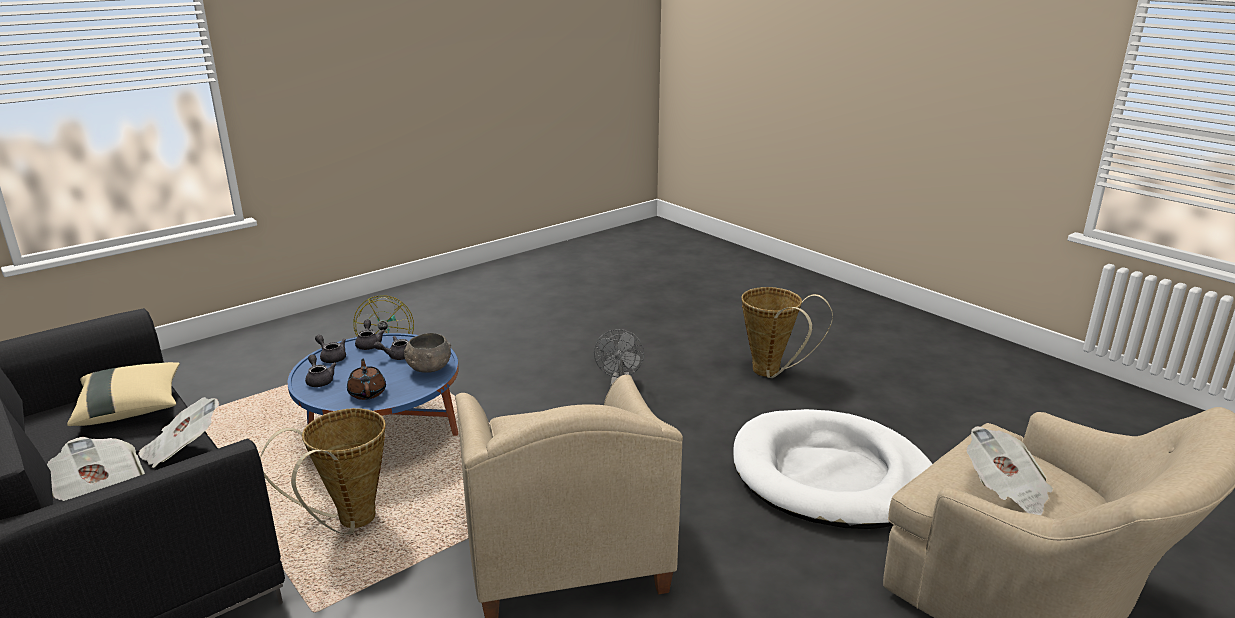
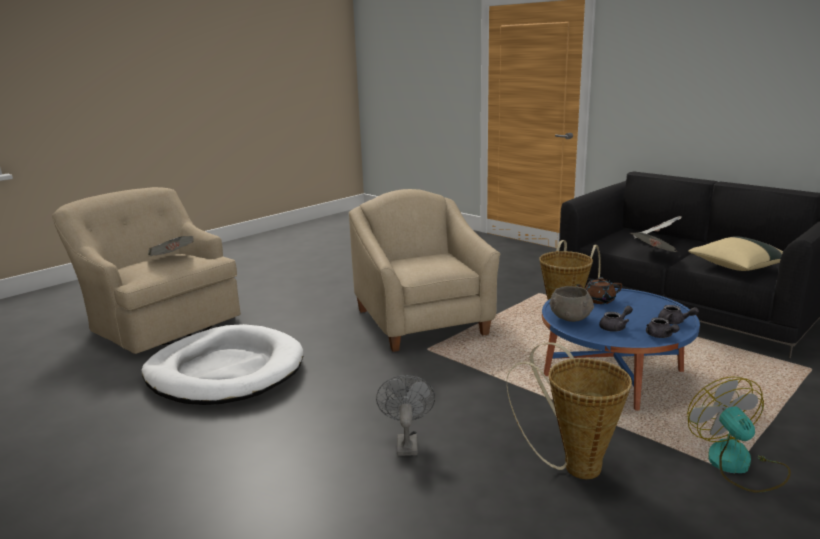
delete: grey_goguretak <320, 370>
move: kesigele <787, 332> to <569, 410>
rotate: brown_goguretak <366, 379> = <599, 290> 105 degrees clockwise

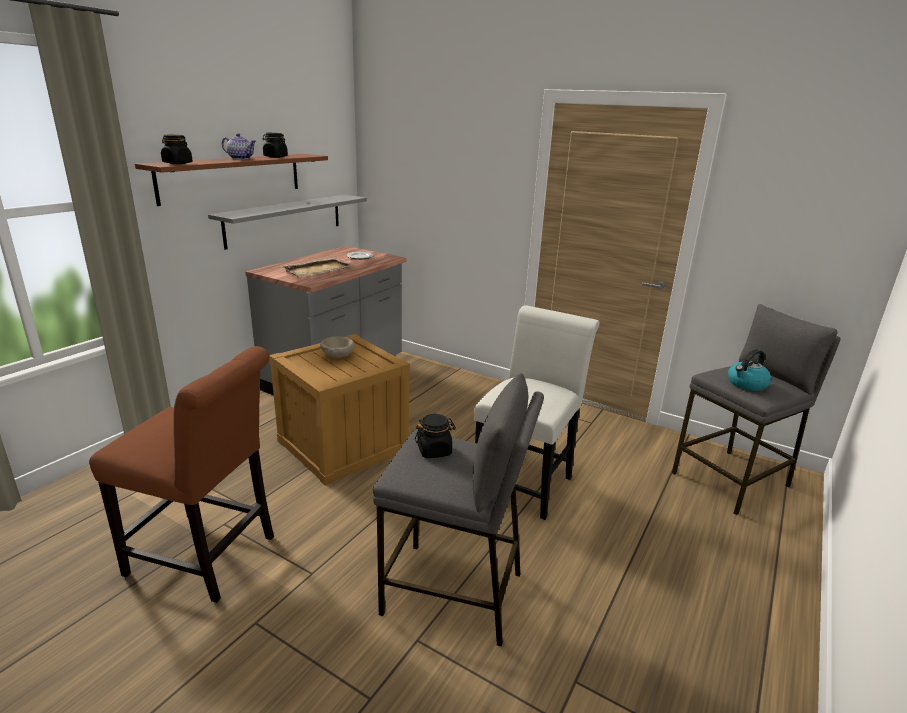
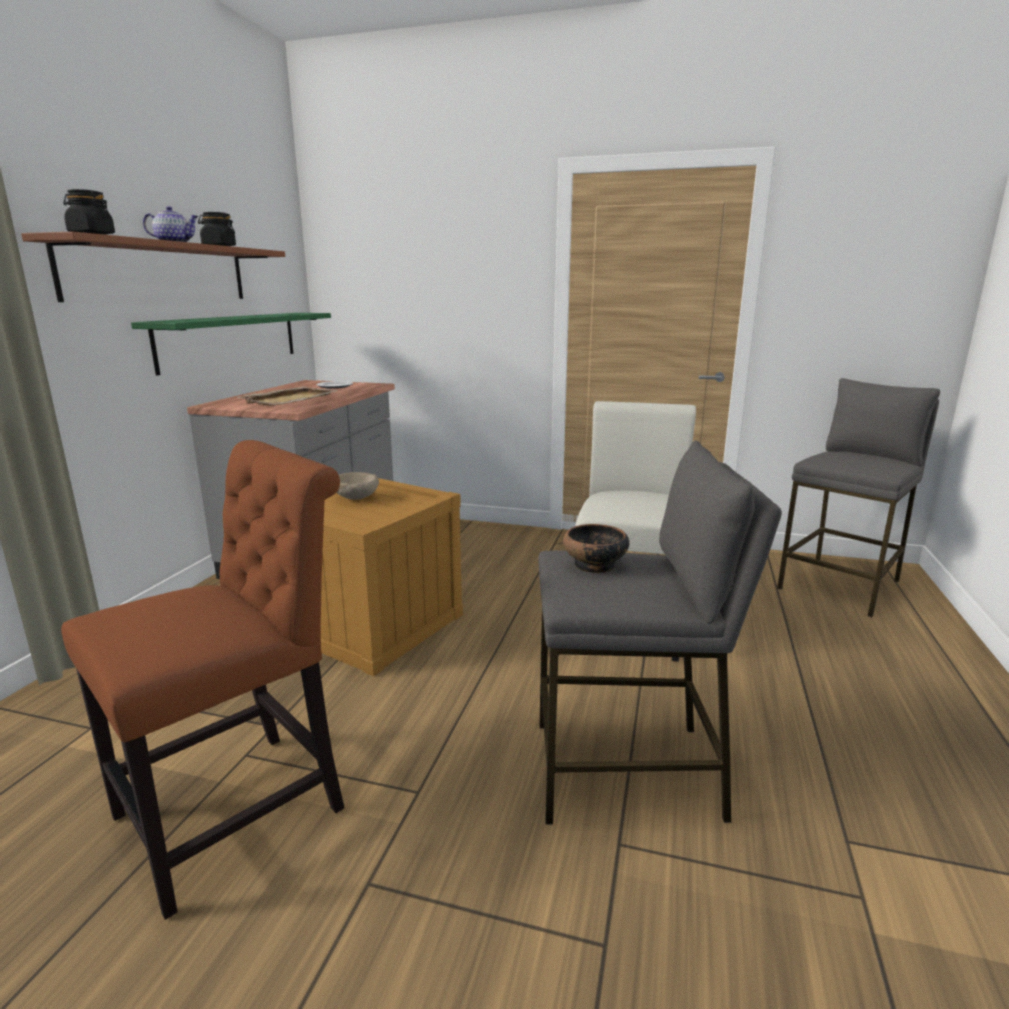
delete: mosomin <749, 370>
replace: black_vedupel <435, 436> to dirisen <596, 548>
recolor: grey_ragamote <287, 222> to green_ragamote <231, 344>
rotate: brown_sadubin <181, 474> = <202, 680> 45 degrees counterclockwise

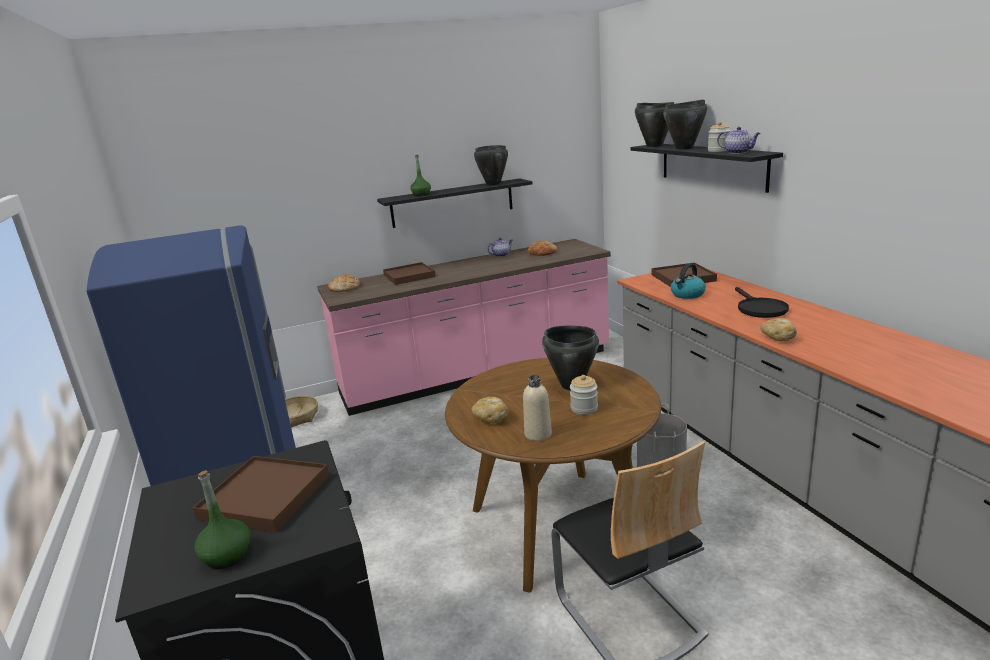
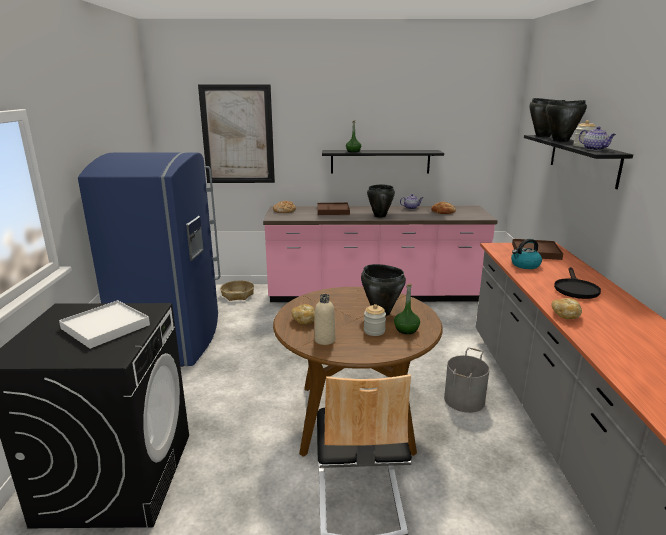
insert: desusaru <236, 133>
move: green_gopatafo <222, 519> to <407, 309>; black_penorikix <491, 165> to <381, 201>
recolor: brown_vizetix <261, 494> to white_vizetix <104, 324>

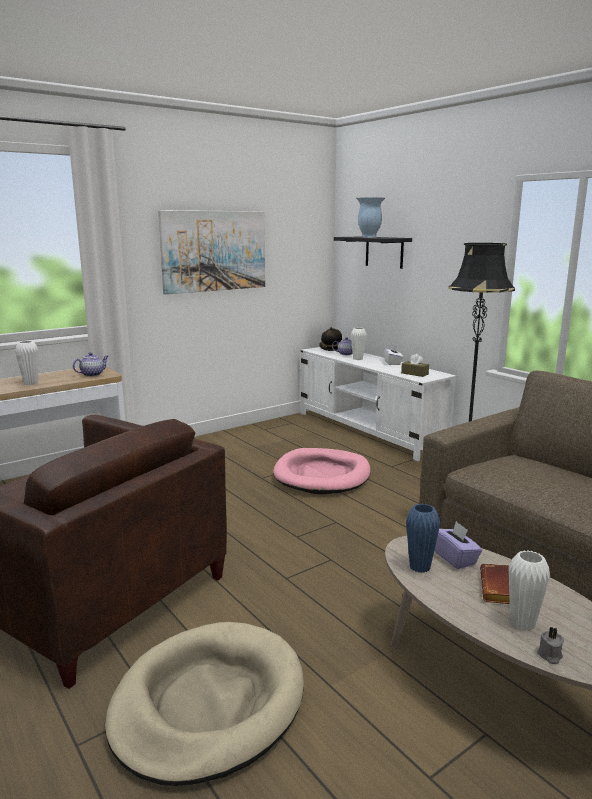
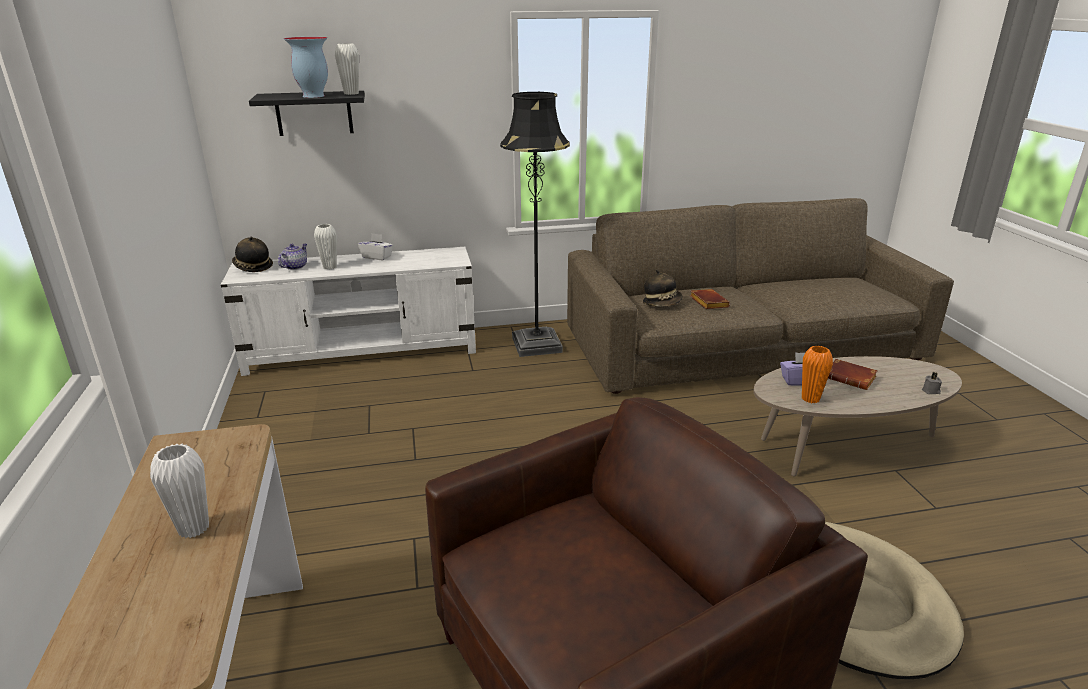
delete: goguretak <90, 364>; desusaru <211, 252>; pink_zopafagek <322, 471>; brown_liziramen <415, 365>
insert: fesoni <663, 288>; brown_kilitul <710, 299>
move: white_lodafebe <529, 590> to <347, 69>
recolor: blue_lodafebe <423, 538> to orange_lodafebe <817, 374>

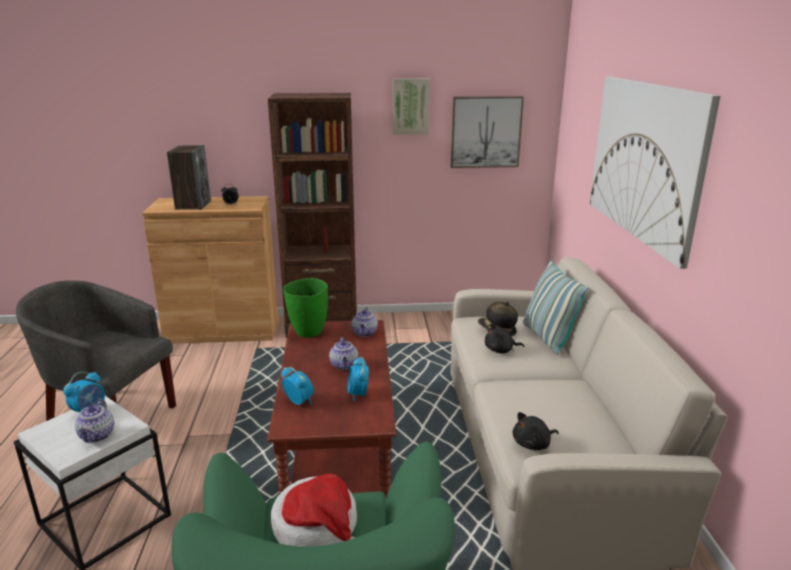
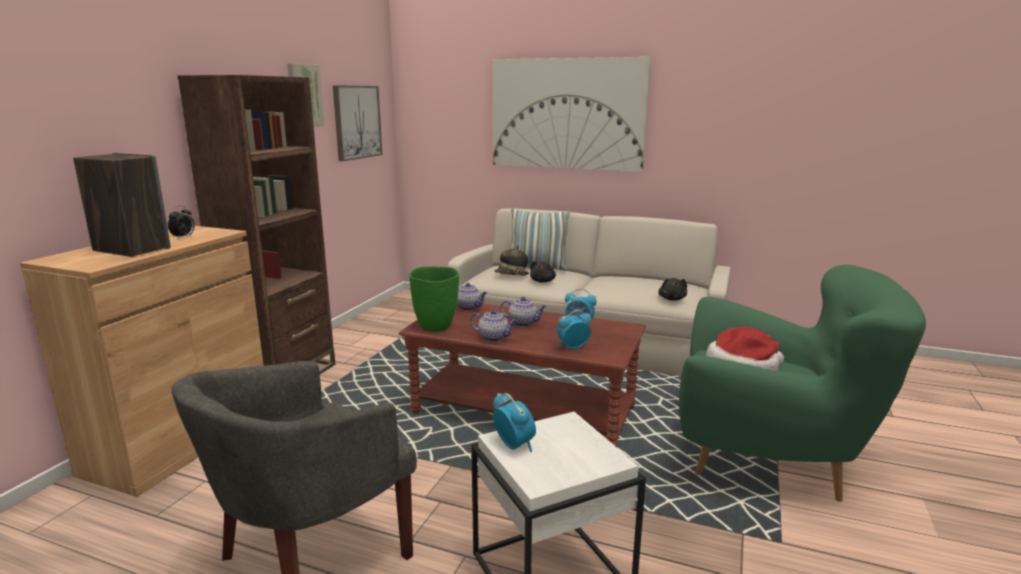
move: goguretak <94, 421> to <493, 326>

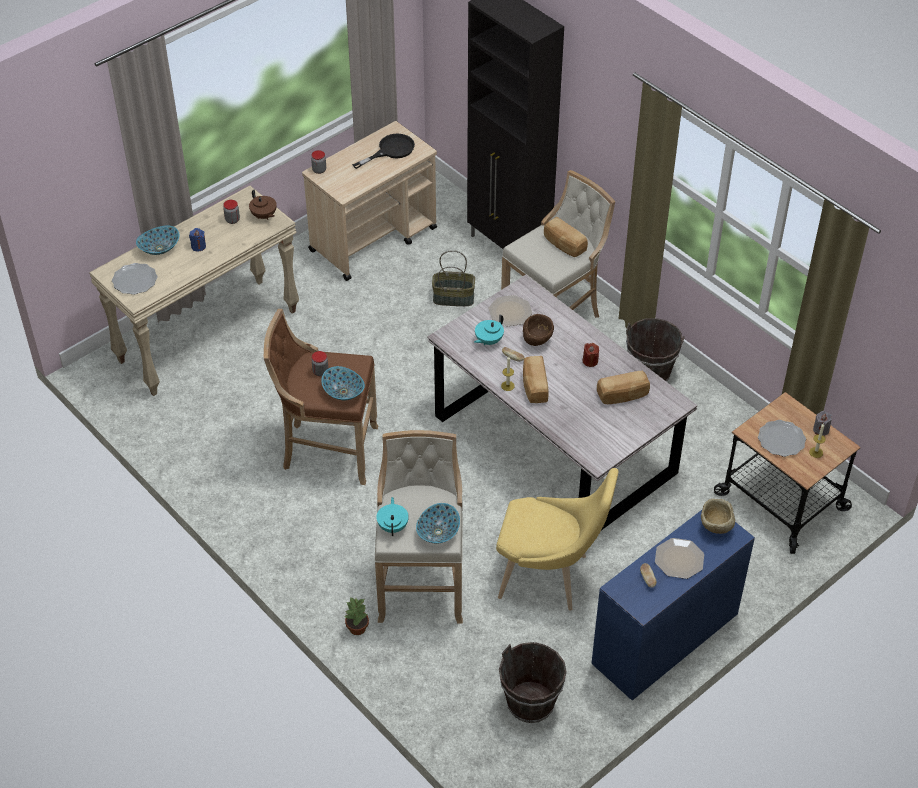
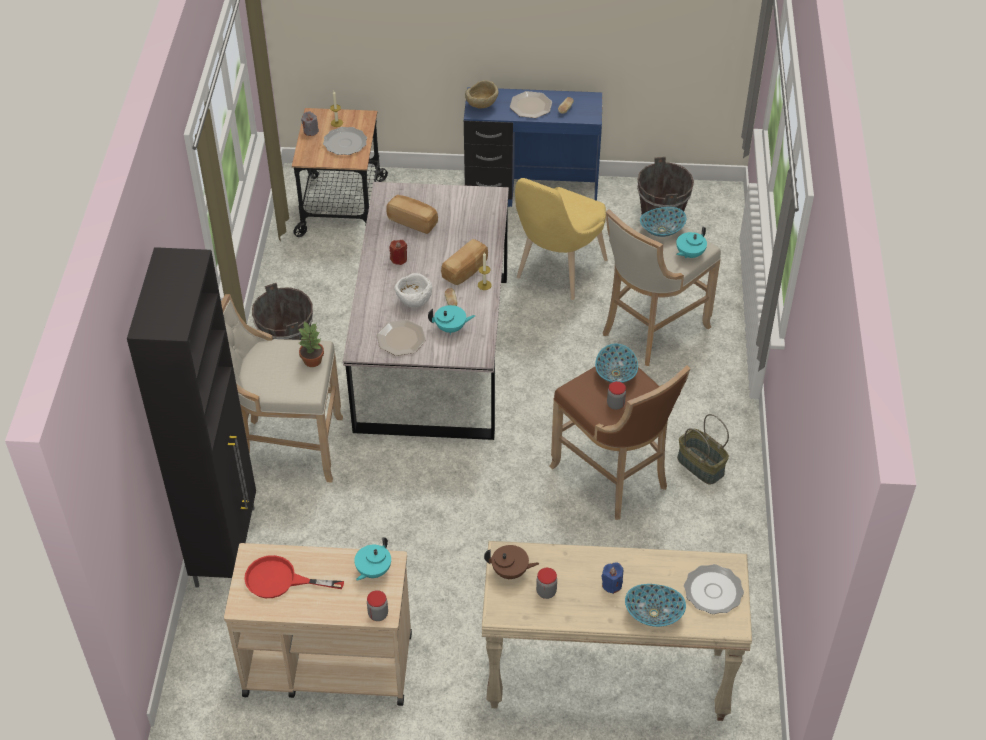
delete: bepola <566, 237>
insert: turquoise_goguretak <372, 559>
move: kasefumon <356, 616> to <311, 344>; kesigele <453, 278> to <703, 449>
recolor: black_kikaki <383, 151> to red_kikaki <294, 576>; brown_dirisen <538, 330> to white_dirisen <413, 290>
rotate: brown_goguretak <263, 204> = <511, 562> 90 degrees clockwise; yellow_sadubin <557, 539> = <561, 239> 120 degrees counterclockwise

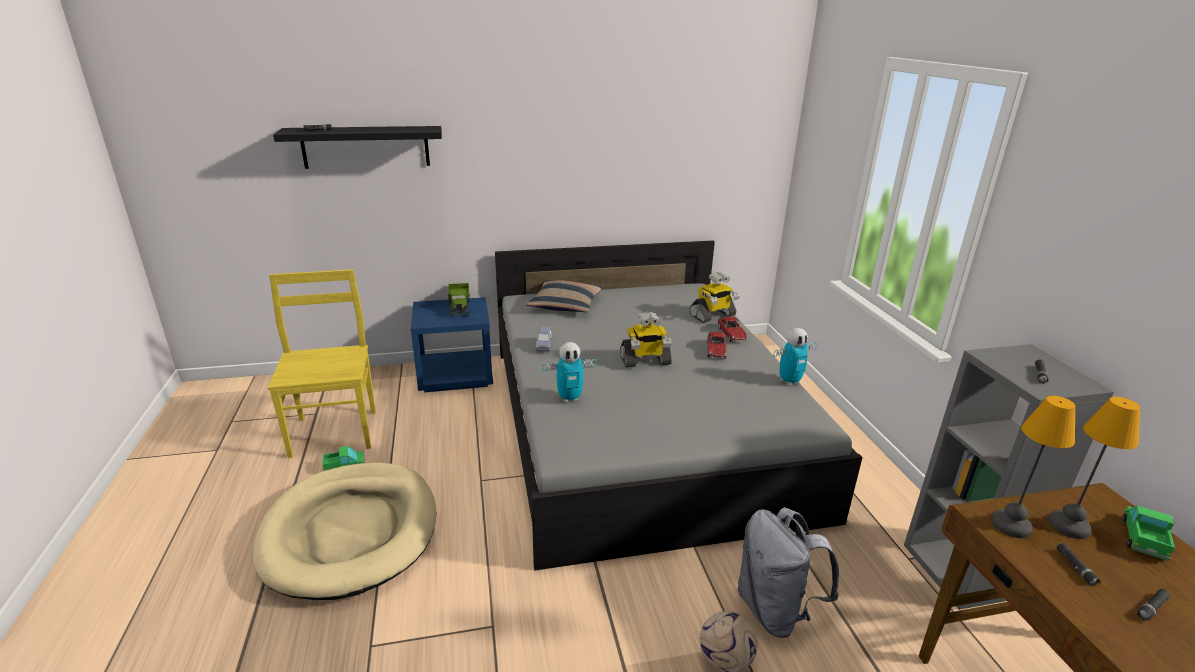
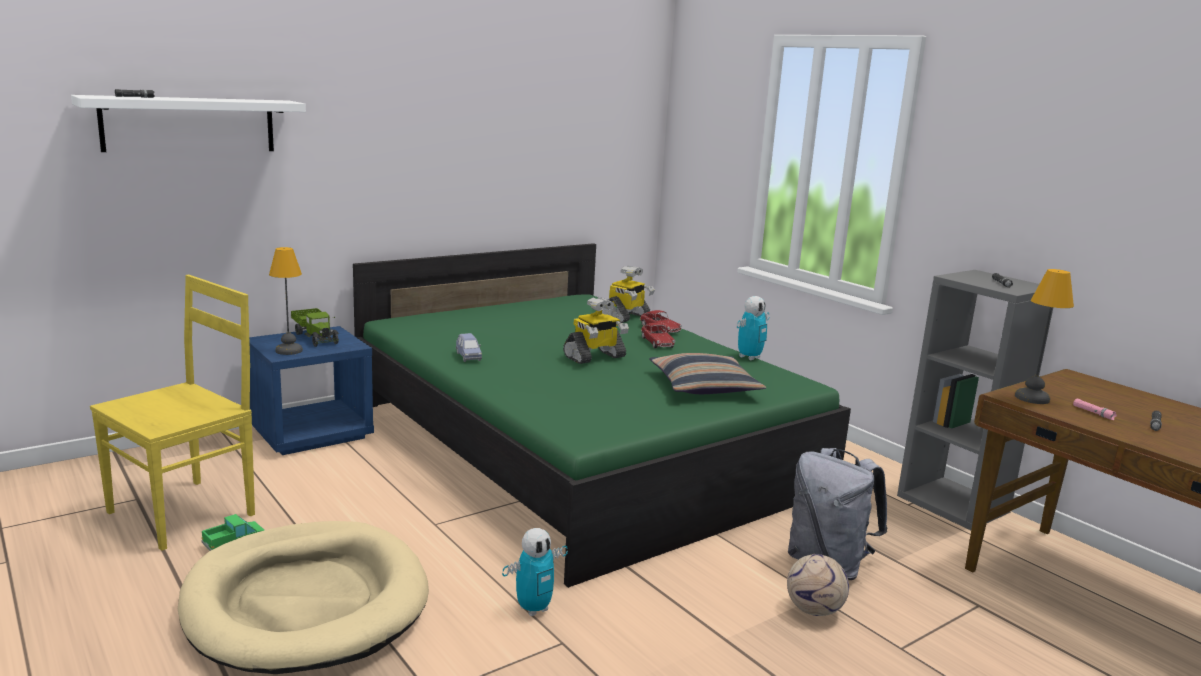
delete: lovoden <1148, 533>
move: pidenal <564, 296> to <708, 373>; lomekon <570, 372> to <535, 572>; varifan <1094, 468> to <286, 301>
recolor: black_ragamote <357, 147> to white_ragamote <188, 123>; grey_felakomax <679, 406> to green_felakomax <602, 415>; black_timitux <1078, 564> to pink_timitux <1095, 409>
rotate: yellow_sadubin <322, 363> = <172, 413> 75 degrees clockwise

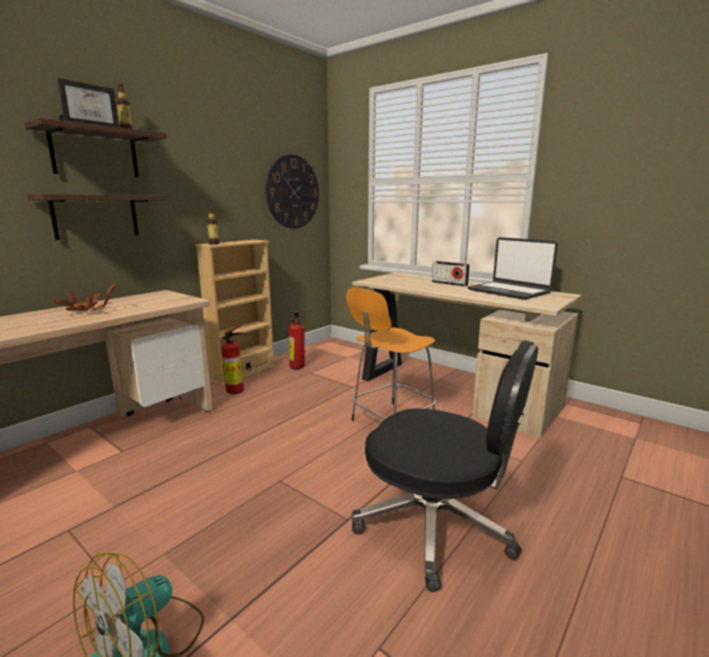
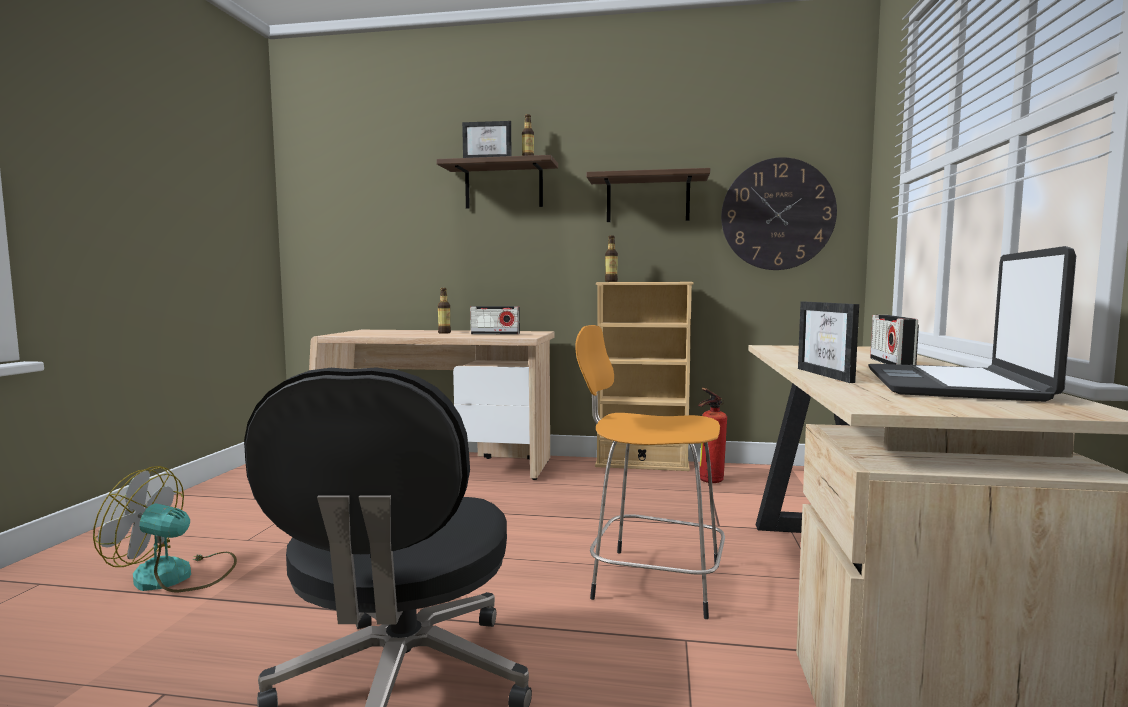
delete: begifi <233, 358>
insert: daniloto <495, 320>; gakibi <828, 342>
move: ragamote <96, 217> to <648, 195>
replace: kasefumon <85, 297> to gopatafo <444, 311>

